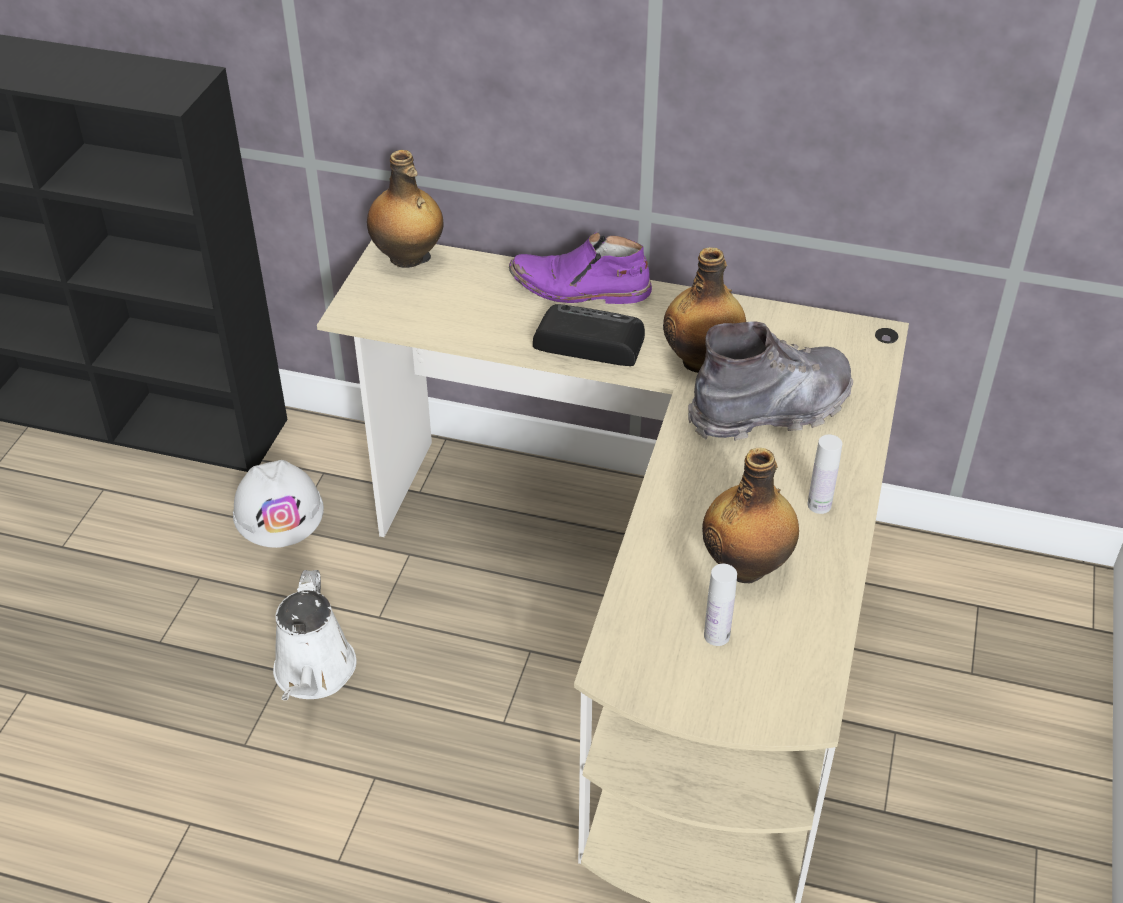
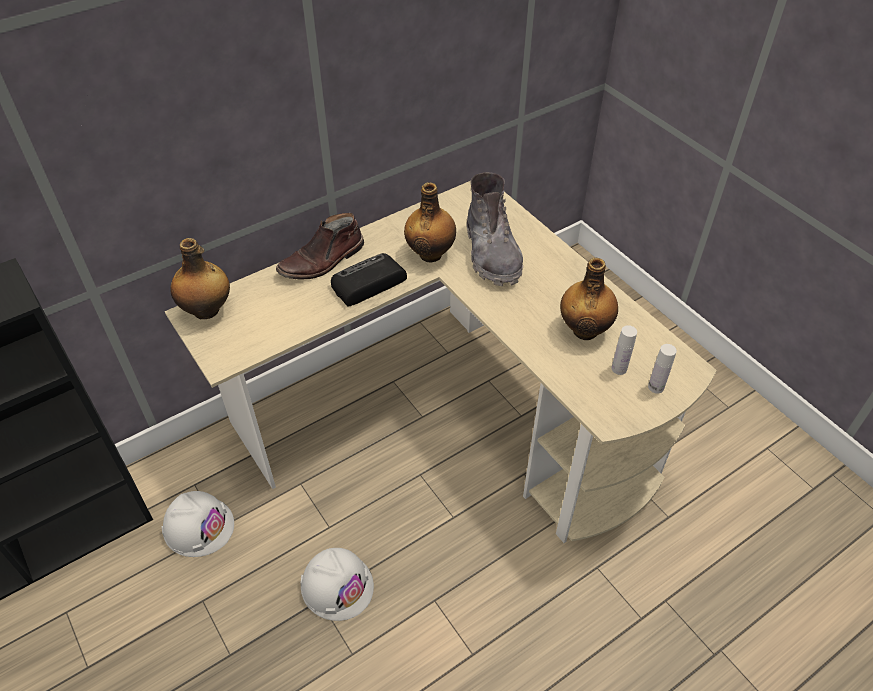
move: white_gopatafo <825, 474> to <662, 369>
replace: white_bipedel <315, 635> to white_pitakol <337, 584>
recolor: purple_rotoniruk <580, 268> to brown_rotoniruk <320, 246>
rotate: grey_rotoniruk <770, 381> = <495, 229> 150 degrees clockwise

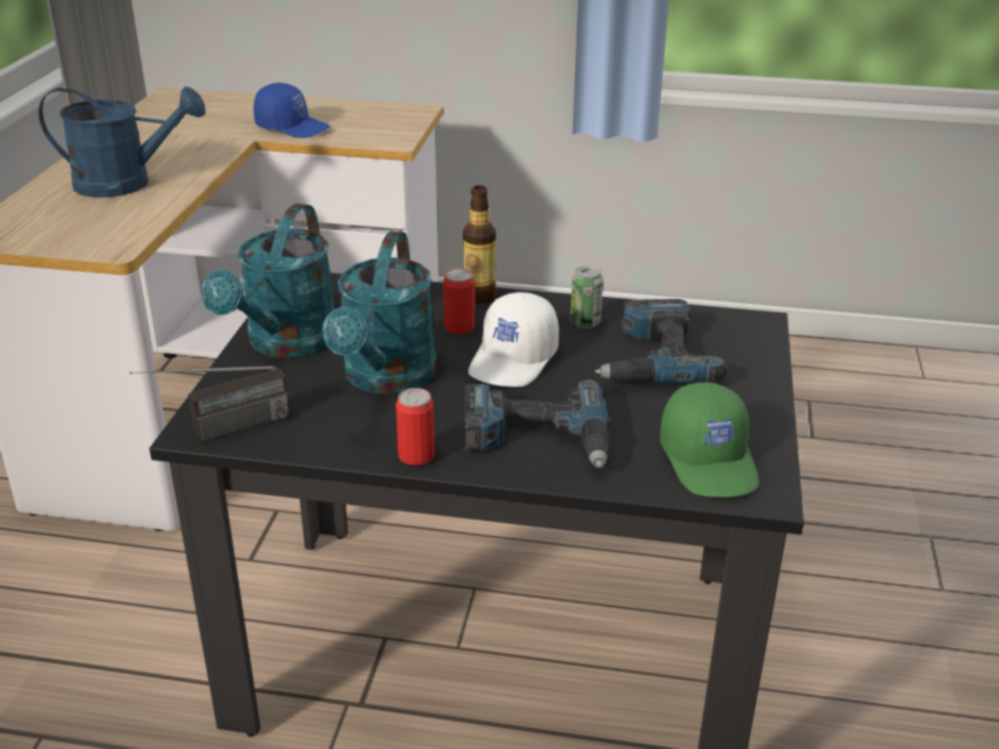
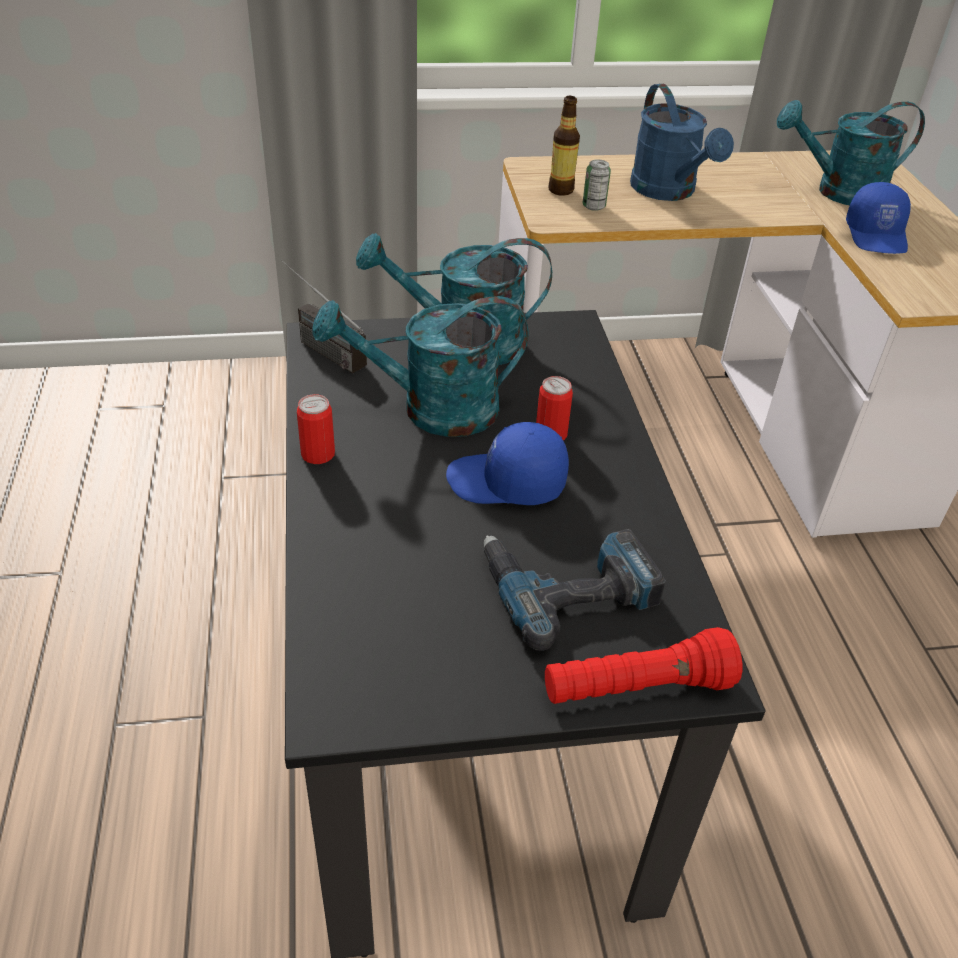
delete: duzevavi <537, 424>; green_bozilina <709, 439>
insert: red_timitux <643, 665>; turquoise_bipedel <851, 152>
move: gopatafo <479, 244> to <564, 146>; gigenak <586, 297> to <597, 185>
recolor: white_bozilina <513, 339> to blue_bozilina <507, 463>

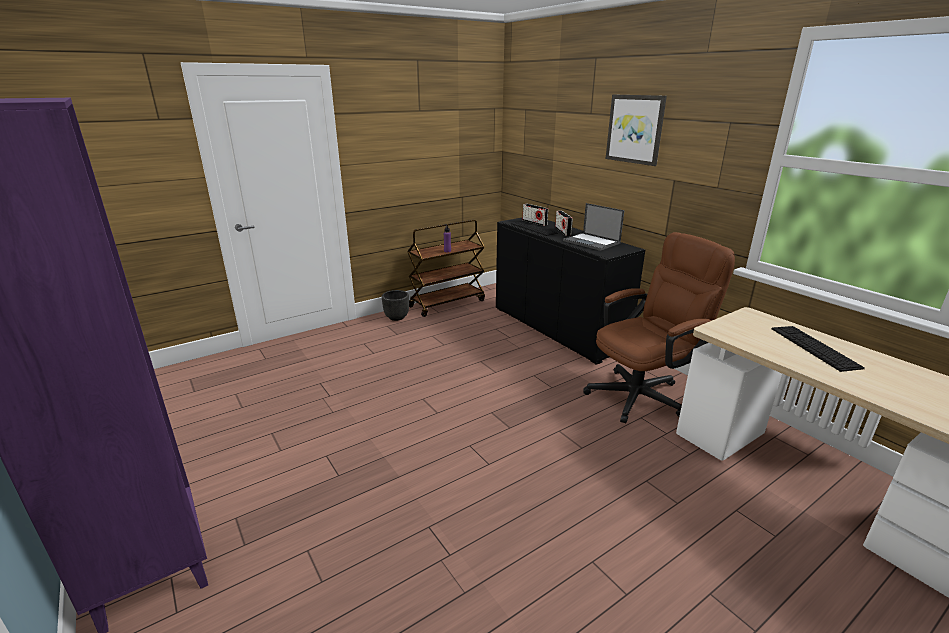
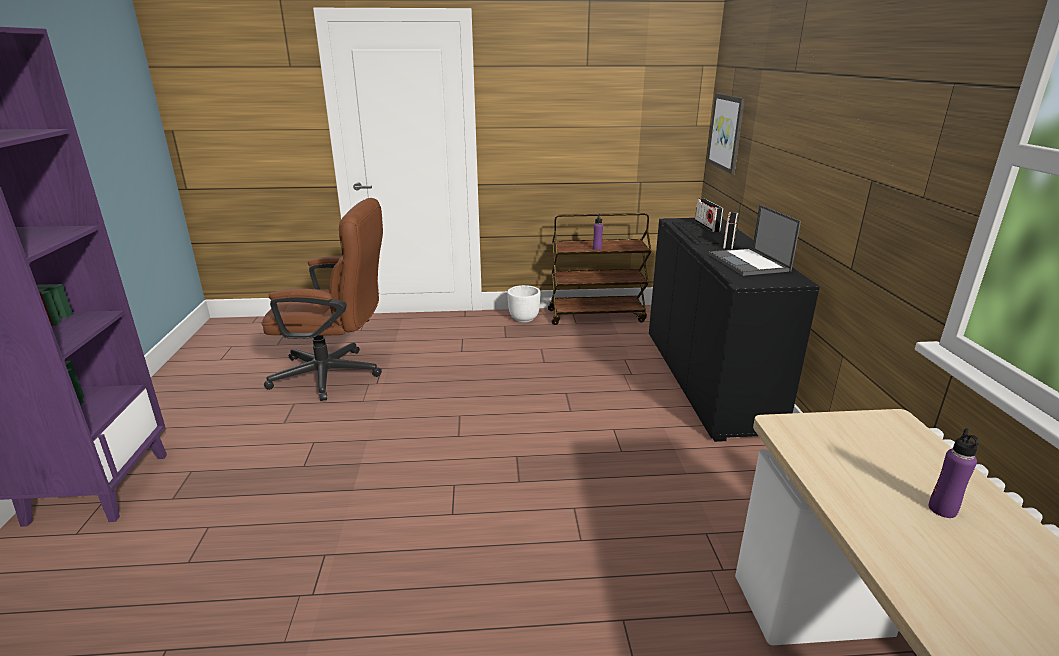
move: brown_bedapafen <659, 327> to <322, 299>; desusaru <636, 130> to <726, 133>
replace: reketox <818, 349> to purple_gopatafo <953, 473>
recolor: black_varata <395, 305> to white_varata <524, 304>

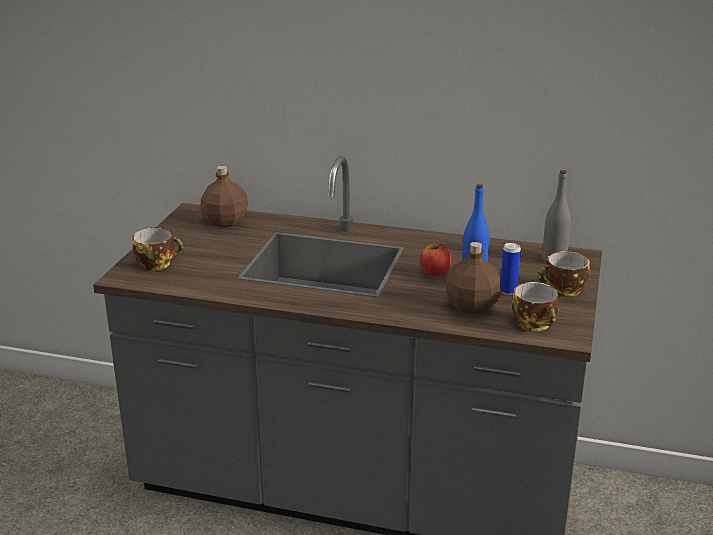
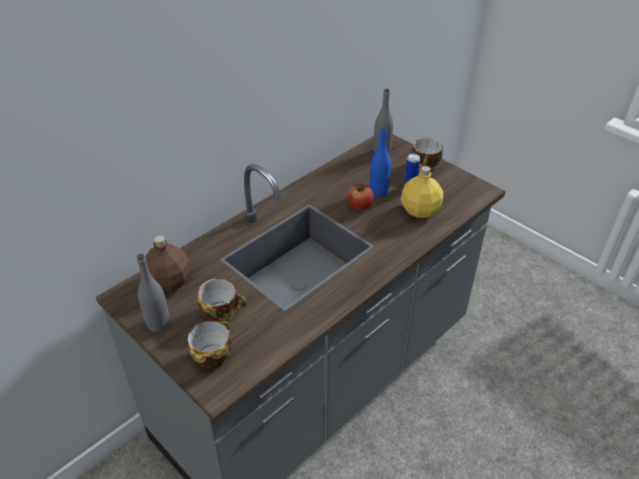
insert: grey_gopatafo <153, 293>
move: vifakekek <535, 306> to <222, 300>
recolor: brown_gopatafo <473, 278> to yellow_gopatafo <422, 192>

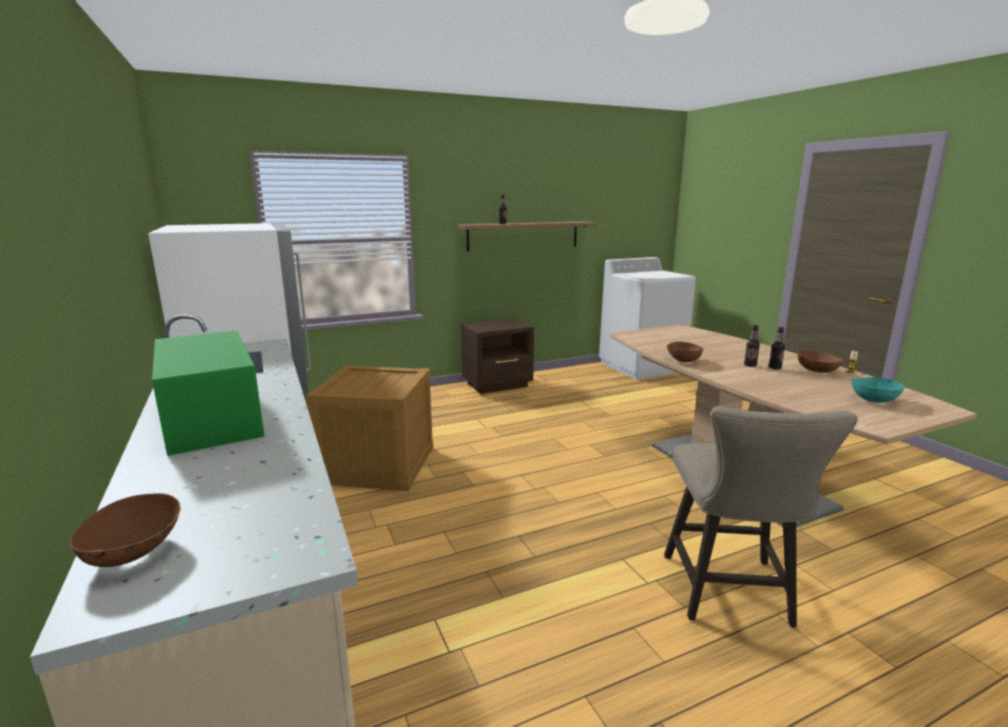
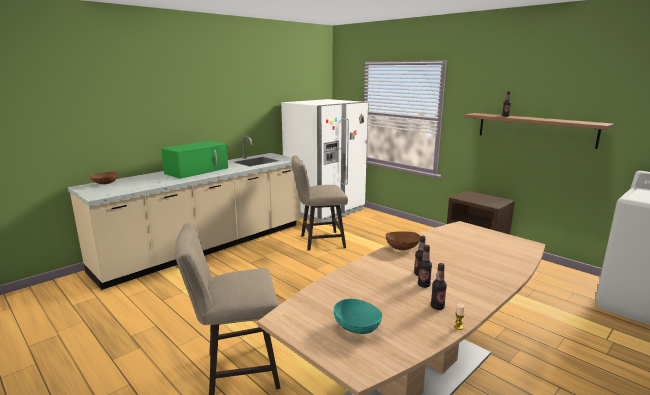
replace: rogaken <369, 428> to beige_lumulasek <320, 202>; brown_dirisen <820, 361> to gopatafo <439, 286>

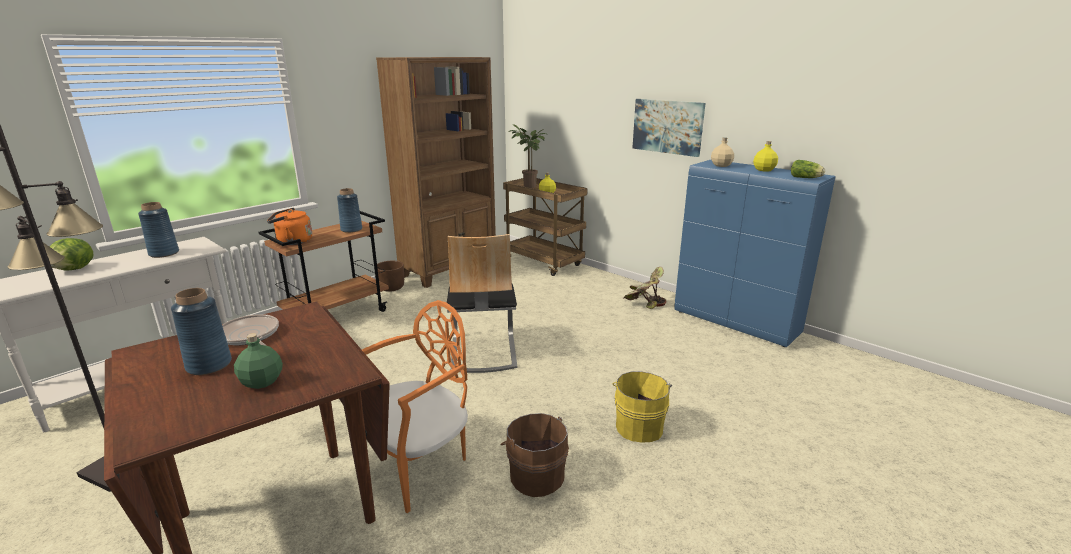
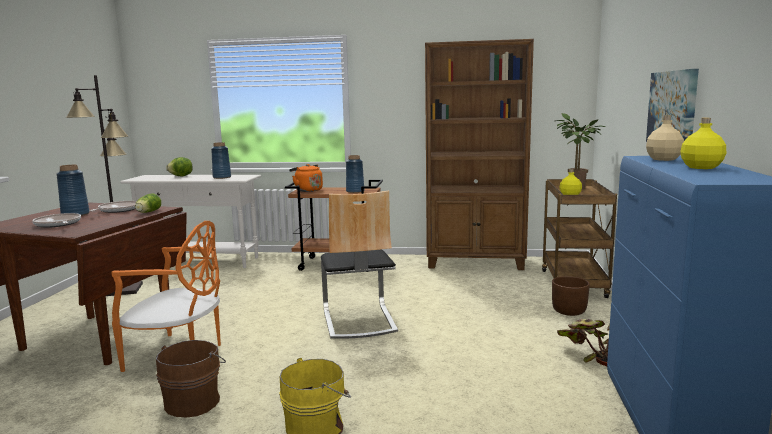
move: brown_varata <390, 276> to <571, 296>; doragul <808, 169> to <148, 203>
replace: green_gopatafo <258, 361> to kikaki <56, 220>
rotate: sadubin <482, 303> = <359, 264> 60 degrees counterclockwise

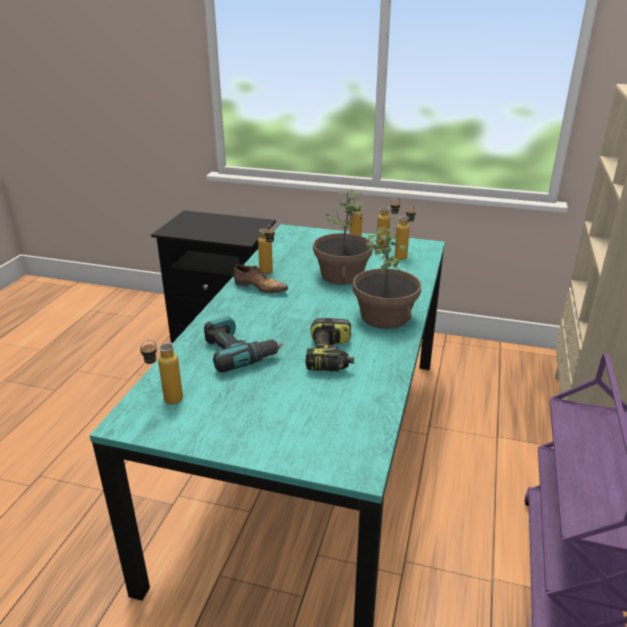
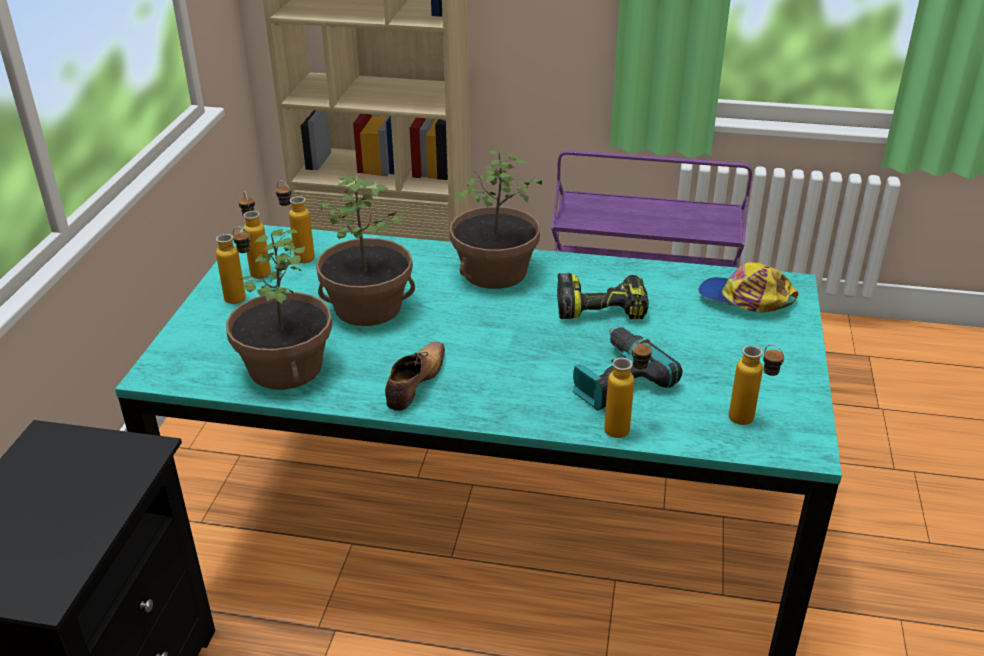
insert: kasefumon <279, 309>; bozilina <748, 287>
move: gopatafo <266, 249> to <628, 388>

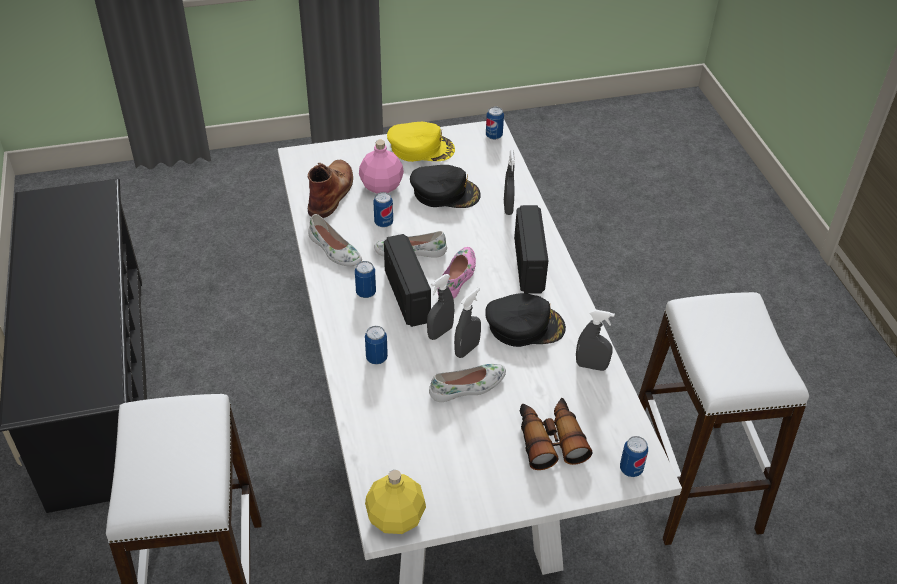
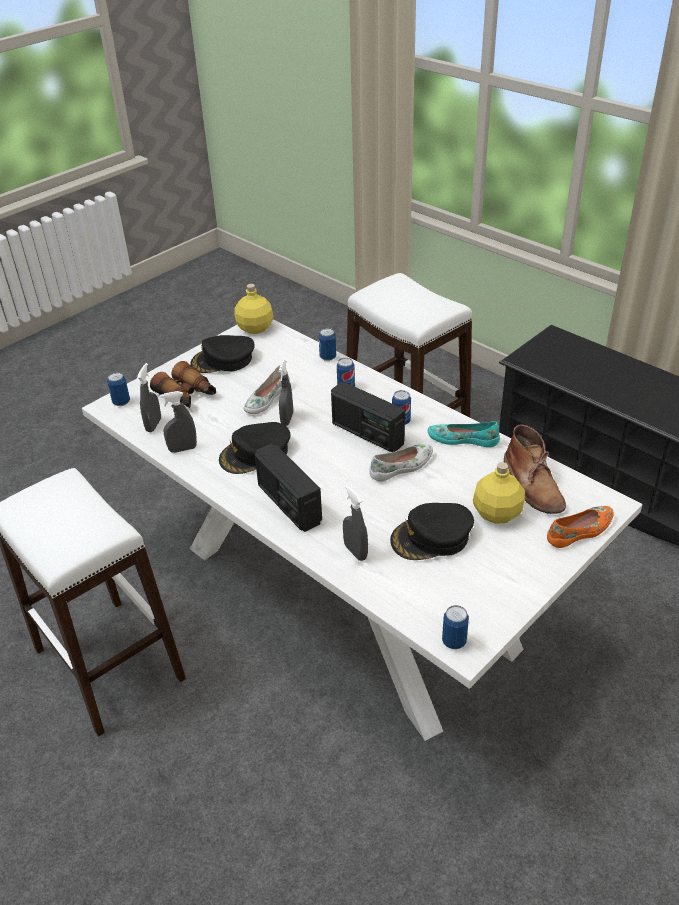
delete: yellow_bozilina <421, 142>; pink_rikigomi <457, 273>
insert: black_bozilina <222, 354>; orange_rikigomi <580, 527>
move: gigenak <383, 210> to <327, 344>; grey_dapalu <440, 307> to <149, 397>
recolor: white_rikigomi <335, 240> to turquoise_rikigomi <464, 434>; pink_gopatafo <381, 167> to yellow_gopatafo <499, 493>

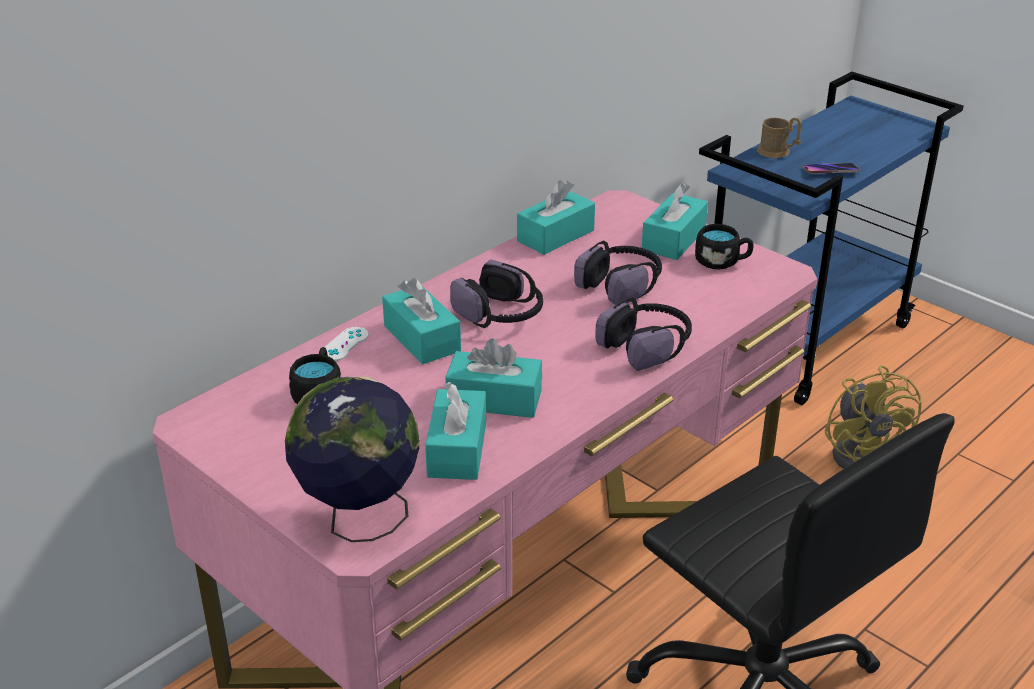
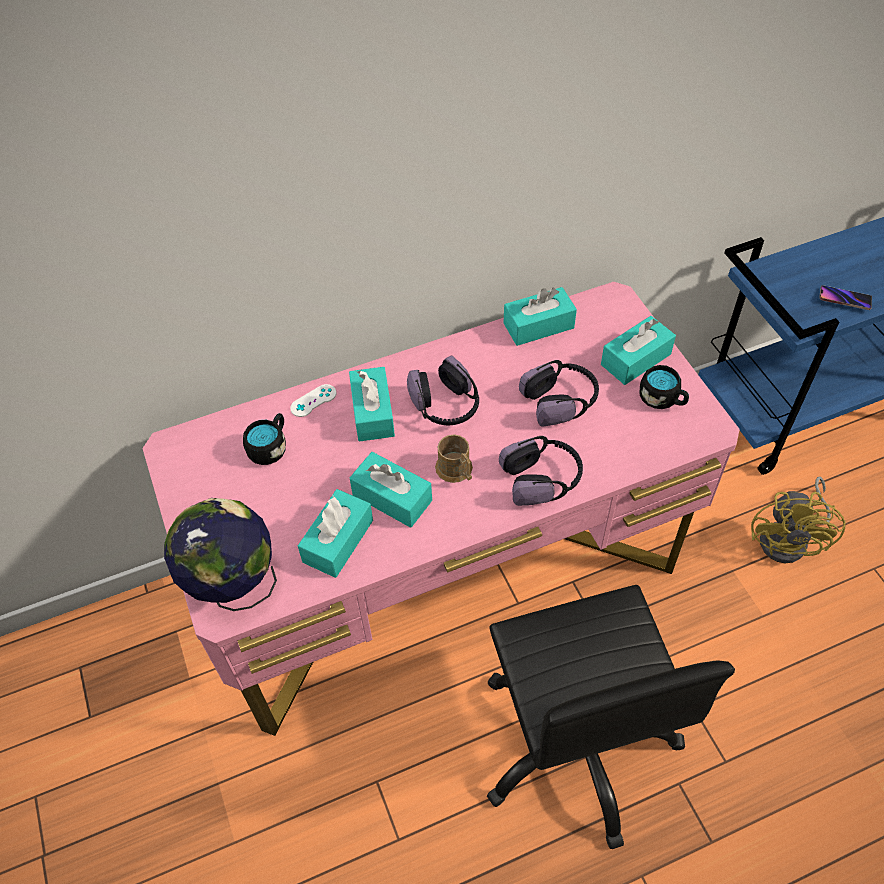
move: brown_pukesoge <779, 137> to <454, 458>

